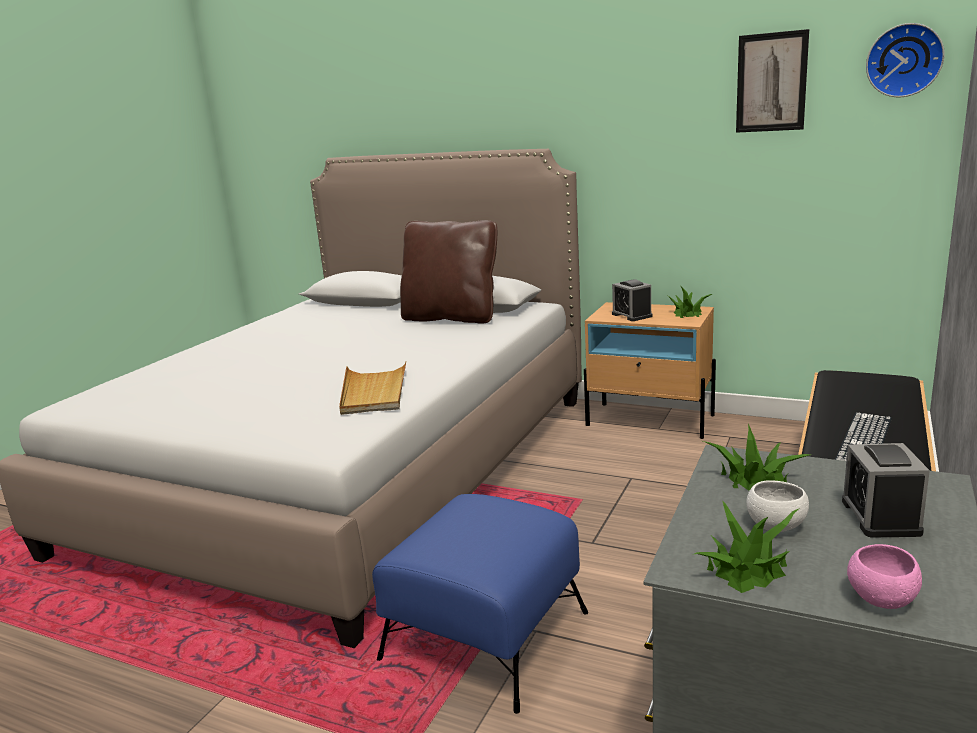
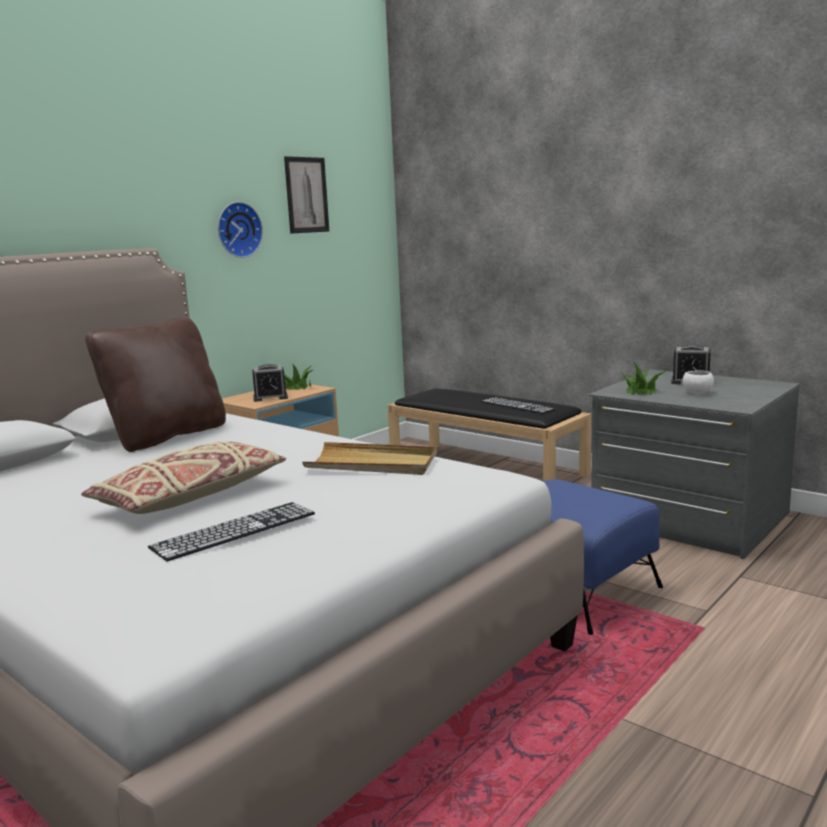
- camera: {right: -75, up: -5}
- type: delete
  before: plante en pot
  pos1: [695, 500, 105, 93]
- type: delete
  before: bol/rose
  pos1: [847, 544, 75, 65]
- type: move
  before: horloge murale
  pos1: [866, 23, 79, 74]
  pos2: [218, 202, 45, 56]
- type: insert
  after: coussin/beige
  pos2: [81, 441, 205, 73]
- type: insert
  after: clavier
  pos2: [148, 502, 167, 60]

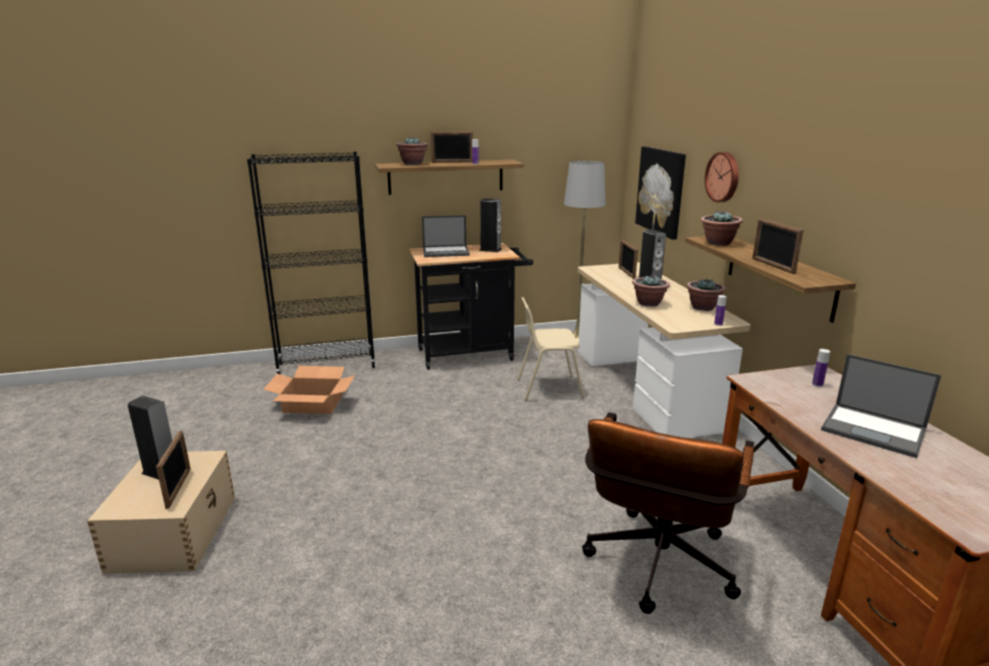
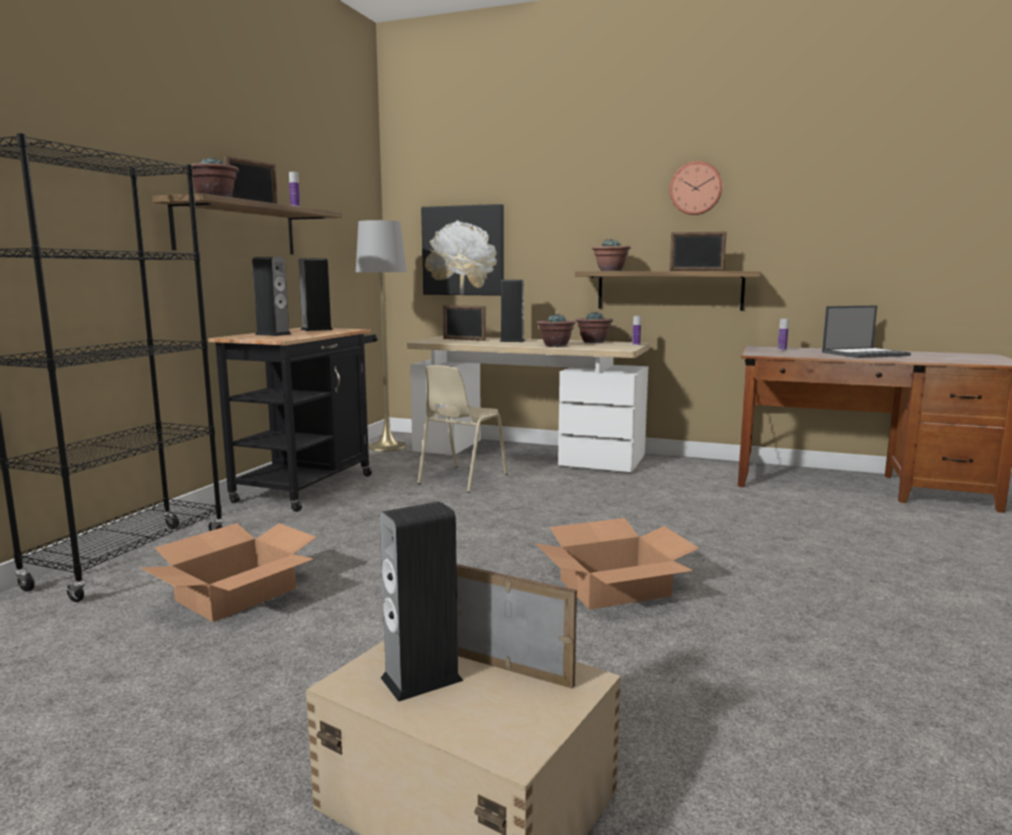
- camera: {right: -55, up: -10}
- type: replace
  before: ordinateur portable
  after: enceinte
  pos1: [422, 215, 48, 42]
  pos2: [252, 257, 40, 79]
- type: delete
  before: chaise de bureau/marron
  pos1: [582, 412, 172, 202]
- type: move
  before: horloge murale
  pos1: [705, 152, 34, 50]
  pos2: [670, 161, 53, 54]
- type: insert
  after: carton
  pos2: [535, 518, 164, 92]

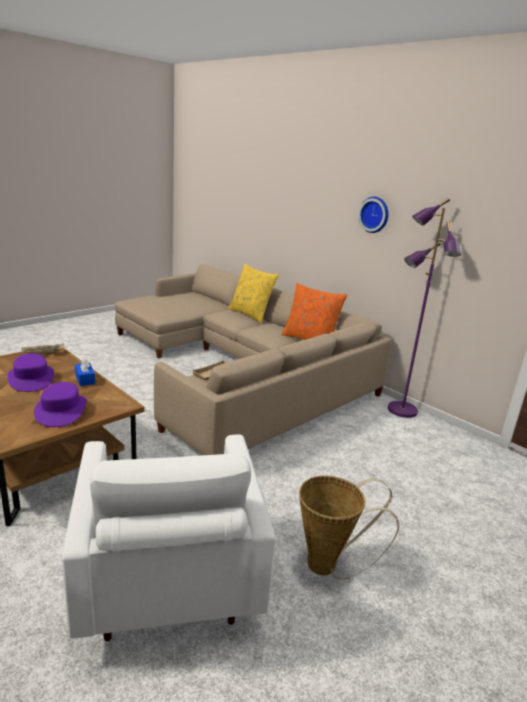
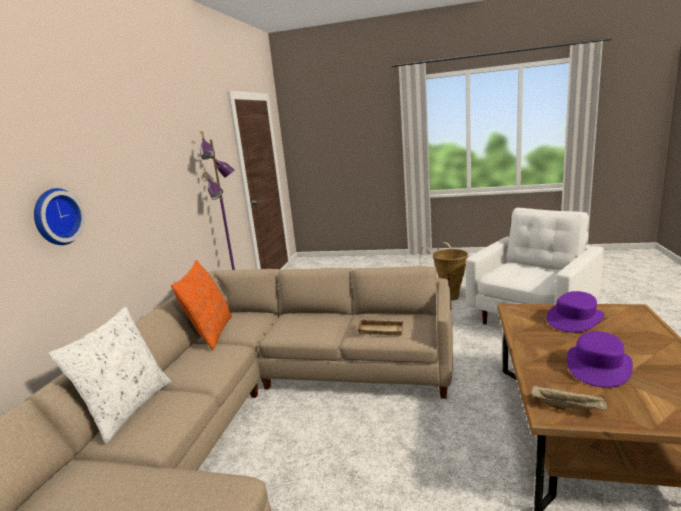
- camera: {right: -120, up: -5}
- type: delete
  before: boîte à mouchoirs/bleu
  pos1: [75, 358, 20, 28]
- type: recolor
  before: coussin/jaune
  after: coussin/blanc
  pos1: [228, 264, 51, 59]
  pos2: [48, 306, 123, 137]
- type: move
  before: horloge murale
  pos1: [358, 197, 31, 36]
  pos2: [34, 188, 51, 57]

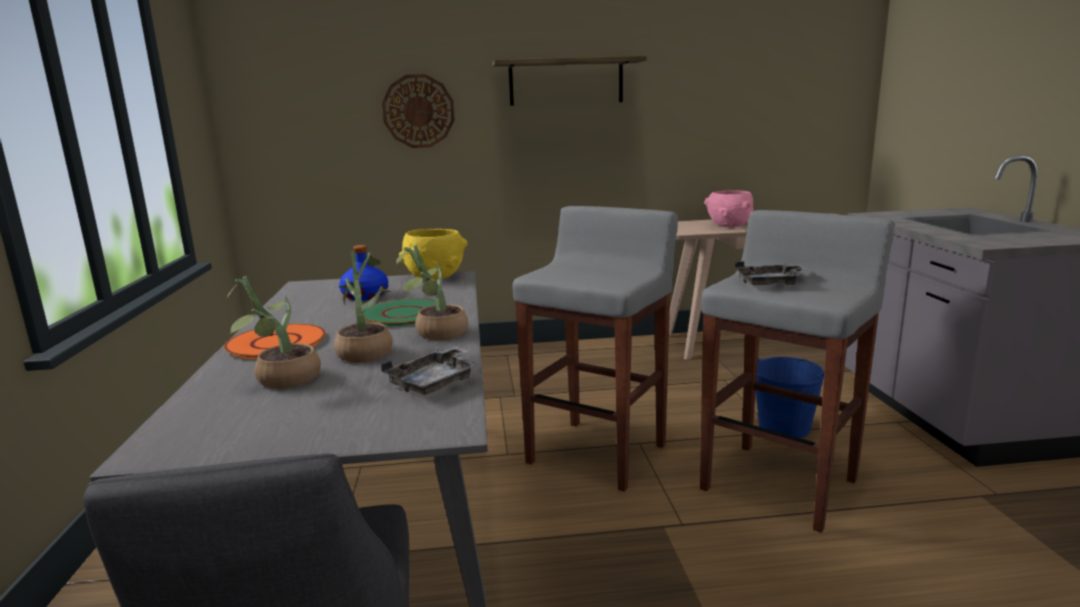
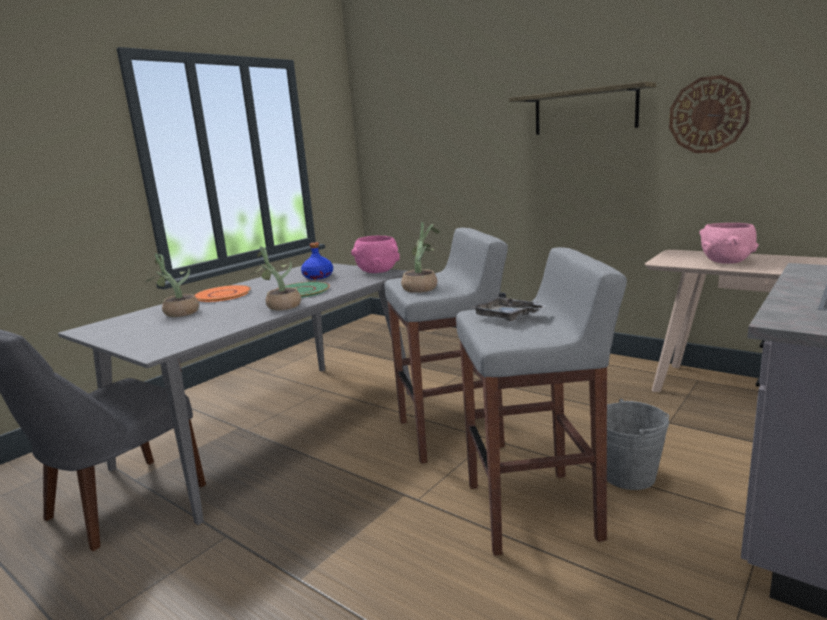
- camera: {right: 45, up: 0}
- type: move
  before: plante en pot
  pos1: [334, 251, 59, 112]
  pos2: [401, 222, 39, 71]
- type: delete
  before: plateau/gris
  pos1: [381, 346, 99, 49]
- type: move
  before: horloge murale
  pos1: [382, 74, 73, 74]
  pos2: [669, 75, 82, 78]
- type: recolor
  before: bol/jaune
  after: bol/rose
  pos1: [399, 229, 69, 51]
  pos2: [351, 236, 49, 37]
- type: recolor
  before: seau/bleu
  after: seau/gris
  pos1: [756, 357, 68, 81]
  pos2: [607, 399, 62, 91]

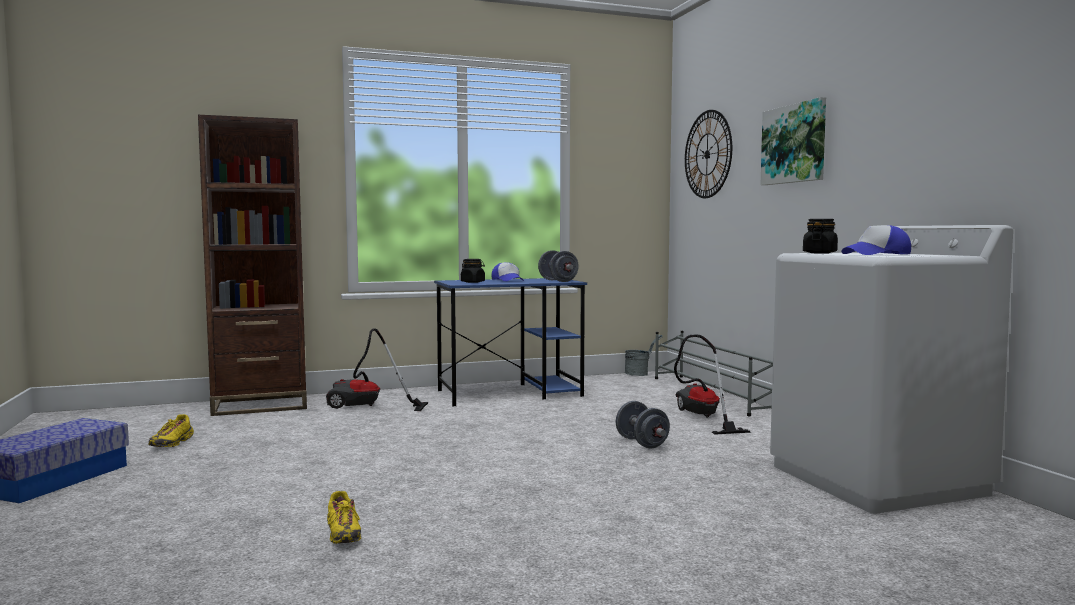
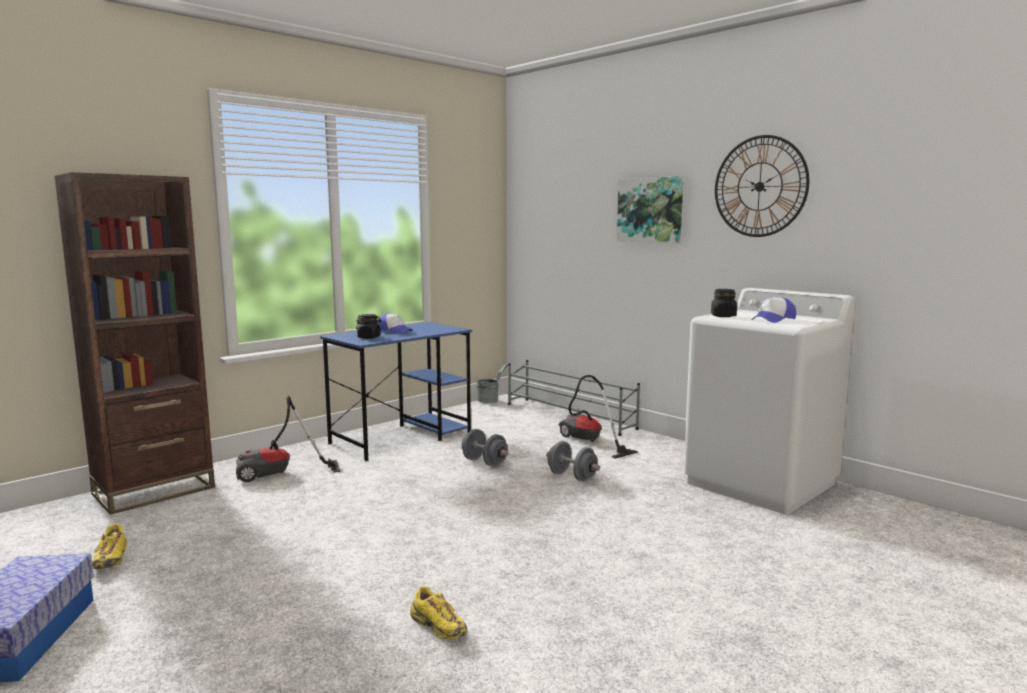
- camera: {right: -25, up: 5}
- type: move
  before: haltère/gris
  pos1: [538, 250, 41, 32]
  pos2: [462, 429, 47, 38]
- type: move
  before: horloge murale
  pos1: [685, 110, 47, 88]
  pos2: [715, 135, 94, 102]

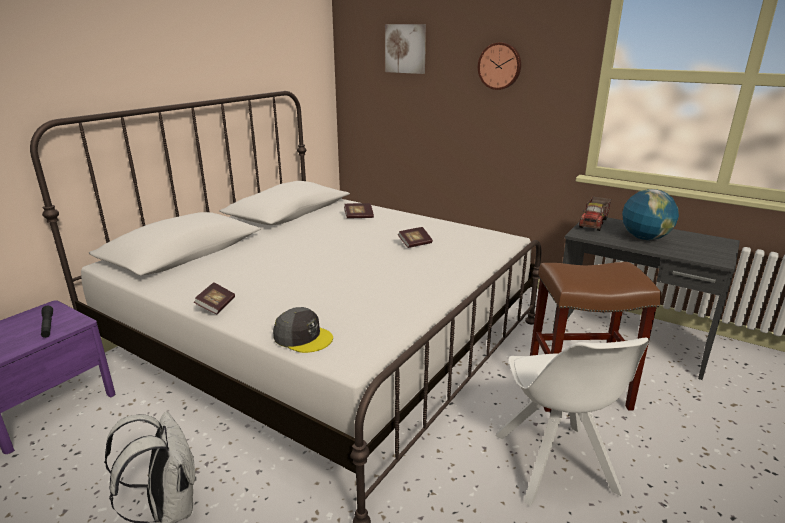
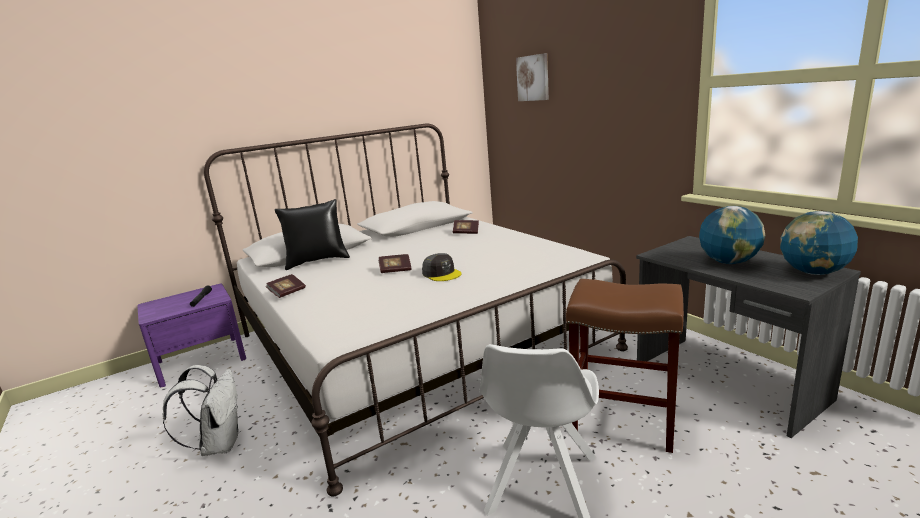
- camera: {right: 25, up: -5}
- type: move
  before: casquette/gris
  pos1: [273, 307, 60, 46]
  pos2: [422, 253, 40, 28]
- type: move
  before: livre
  pos1: [398, 227, 35, 21]
  pos2: [379, 254, 32, 19]
- type: delete
  before: horloge murale
  pos1: [478, 42, 43, 48]
- type: delete
  before: camion jouet
  pos1: [579, 197, 32, 34]
- type: insert
  after: coussin/noir
  pos2: [275, 199, 75, 71]
- type: insert
  after: globe
  pos2: [780, 211, 78, 64]

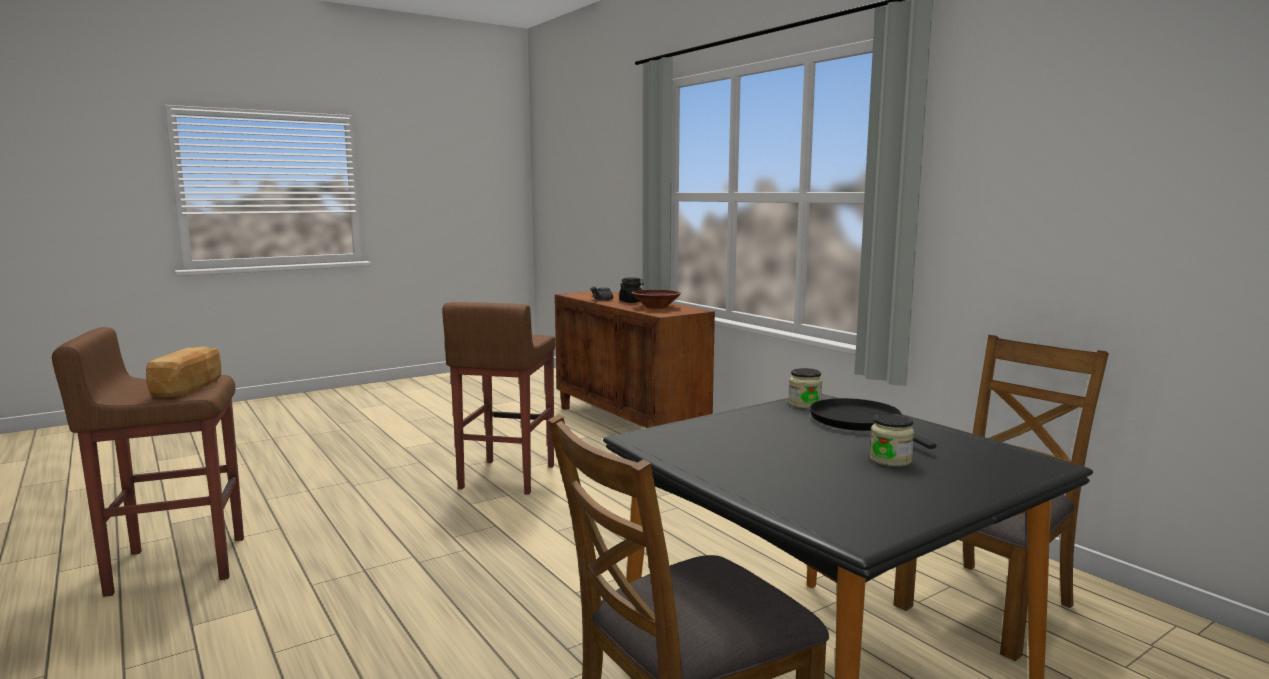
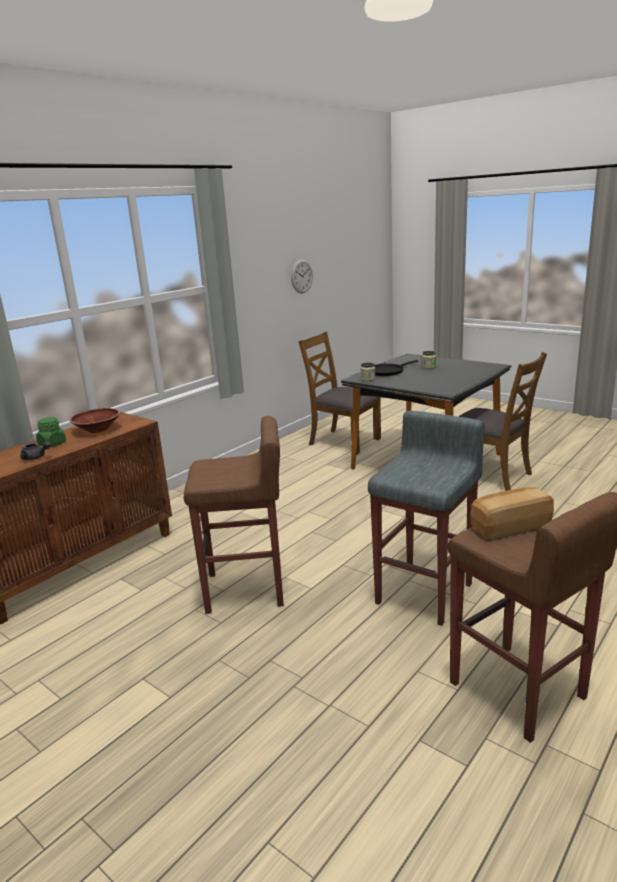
- camera: {right: -105, up: 10}
- type: recolor
  before: bocal/noir
  after: bocal/vert
  pos1: [619, 277, 25, 26]
  pos2: [36, 417, 30, 30]
- type: insert
  after: horloge murale
  pos2: [291, 259, 22, 34]
- type: insert
  after: tabouret/gris
  pos2: [368, 411, 117, 215]

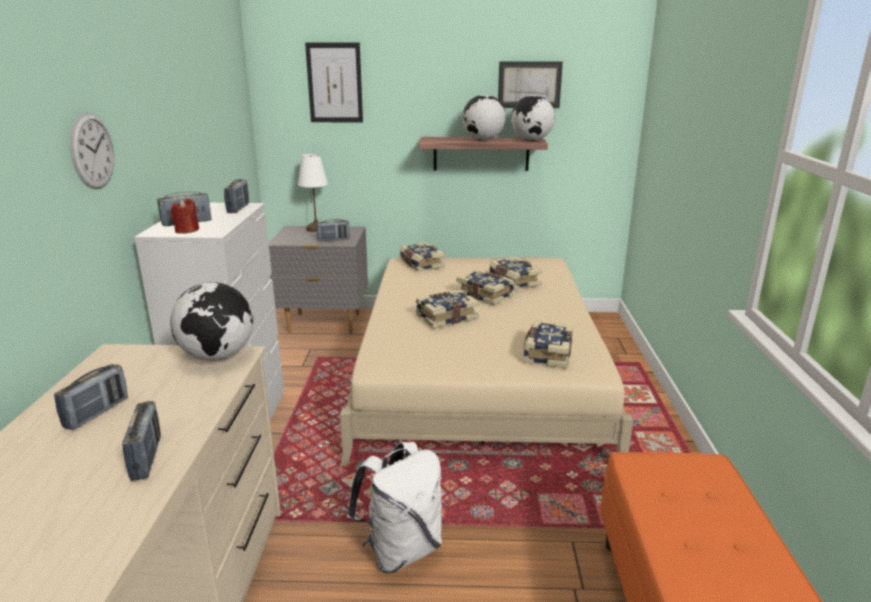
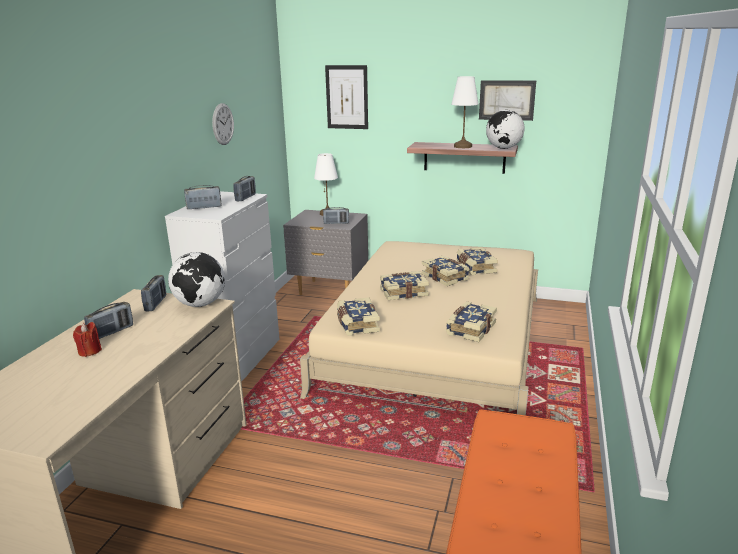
- camera: {right: 15, up: 0}
- type: move
  before: horloge murale
  pos1: [70, 113, 44, 76]
  pos2: [212, 103, 22, 42]
- type: move
  before: radio
  pos1: [122, 401, 39, 80]
  pos2: [141, 275, 25, 36]
- type: move
  before: bougie/rouge
  pos1: [170, 198, 29, 36]
  pos2: [73, 322, 29, 35]
- type: delete
  before: sac à dos/blanc
  pos1: [347, 442, 95, 131]
- type: move
  before: livre
  pos1: [400, 242, 45, 30]
  pos2: [337, 297, 43, 39]
- type: replace
  before: globe
  after: lampe de table/blanc
  pos1: [462, 95, 44, 45]
  pos2: [451, 76, 28, 72]

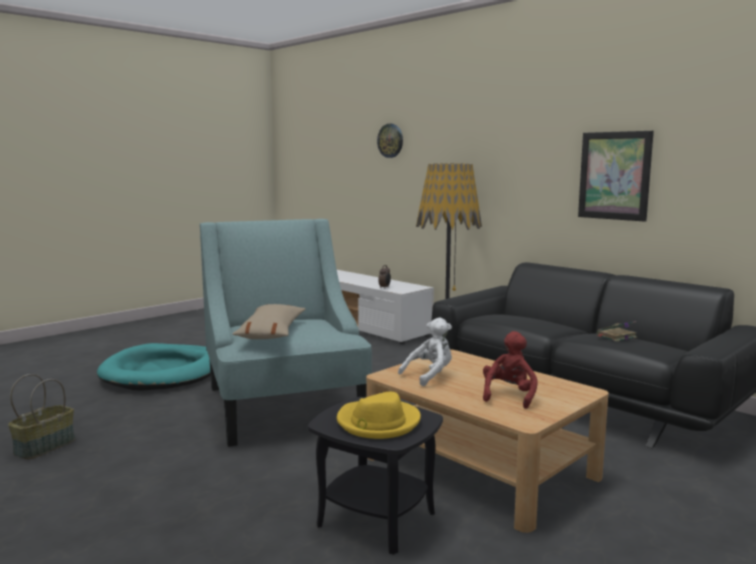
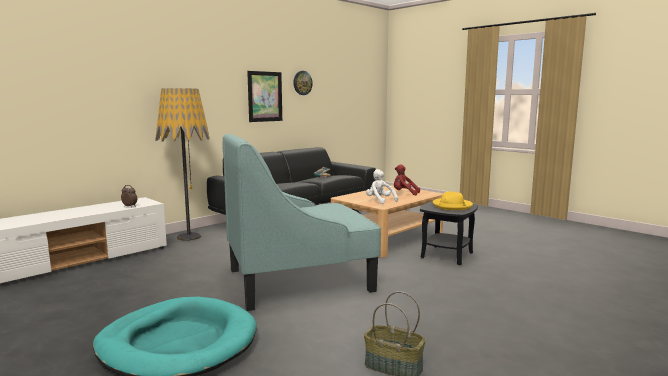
- camera: {right: -90, up: 0}
- type: delete
  before: coussin/beige
  pos1: [233, 304, 72, 35]
- type: move
  before: horloge murale
  pos1: [377, 124, 26, 34]
  pos2: [293, 71, 20, 24]

